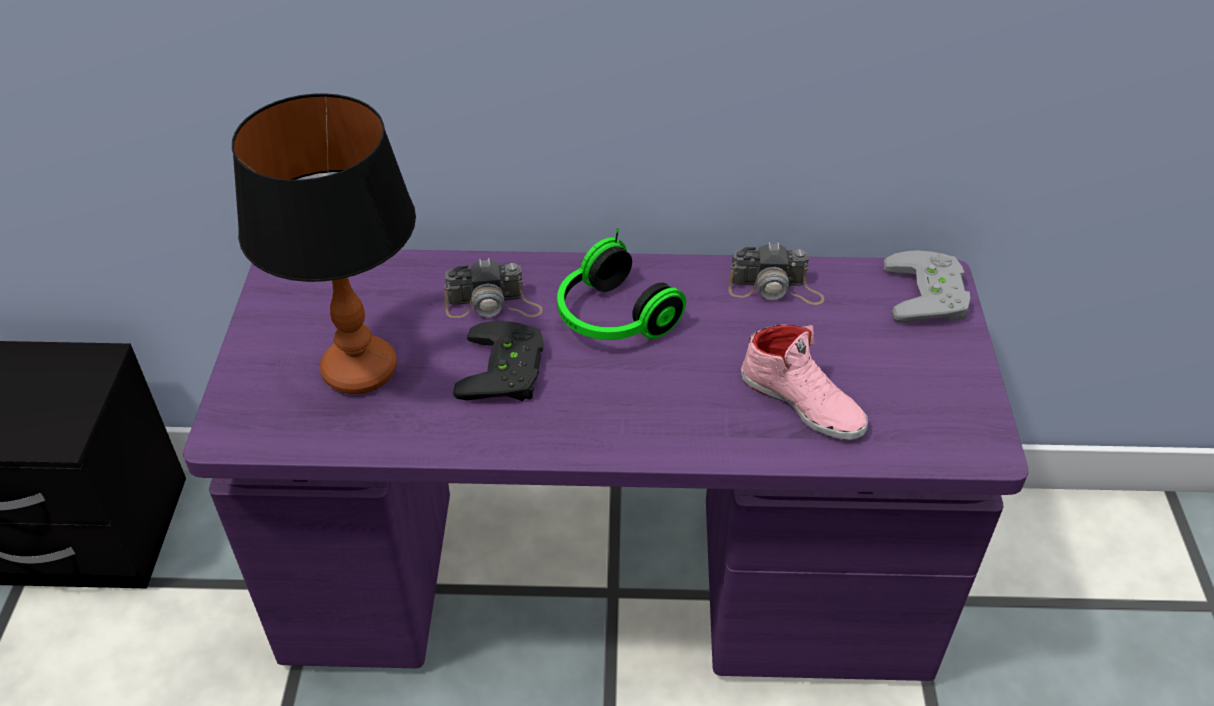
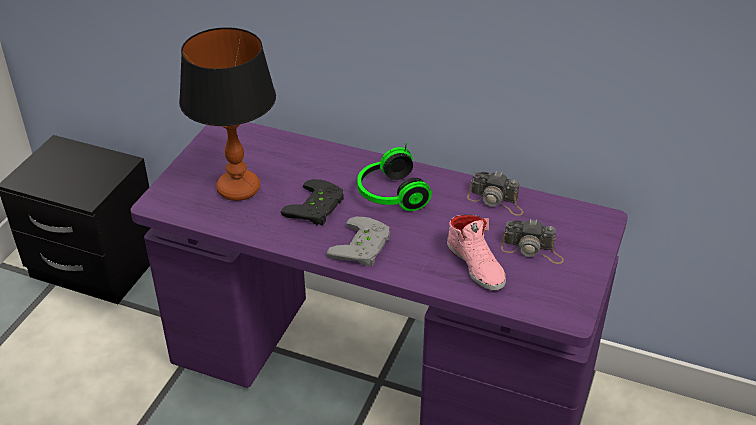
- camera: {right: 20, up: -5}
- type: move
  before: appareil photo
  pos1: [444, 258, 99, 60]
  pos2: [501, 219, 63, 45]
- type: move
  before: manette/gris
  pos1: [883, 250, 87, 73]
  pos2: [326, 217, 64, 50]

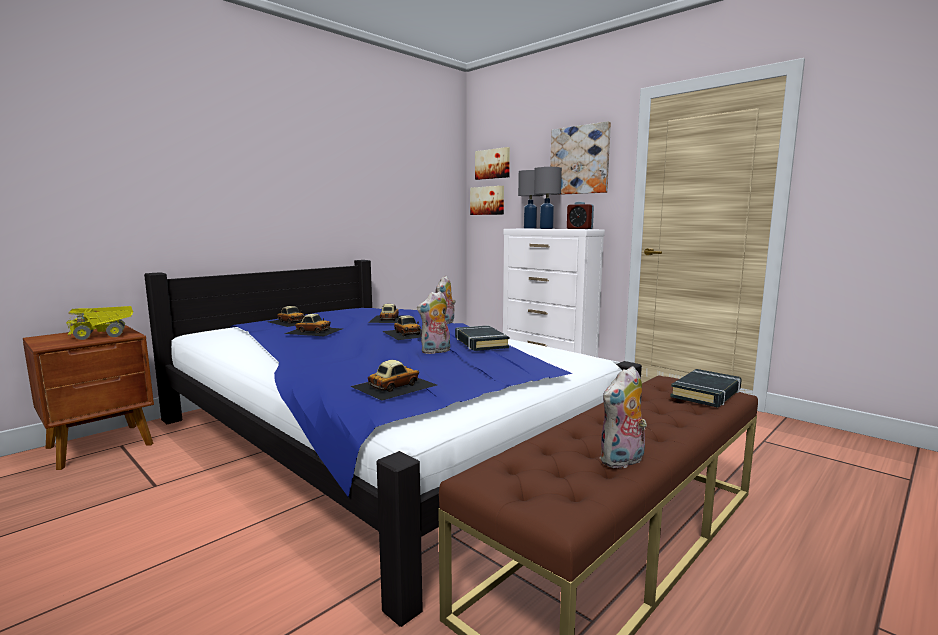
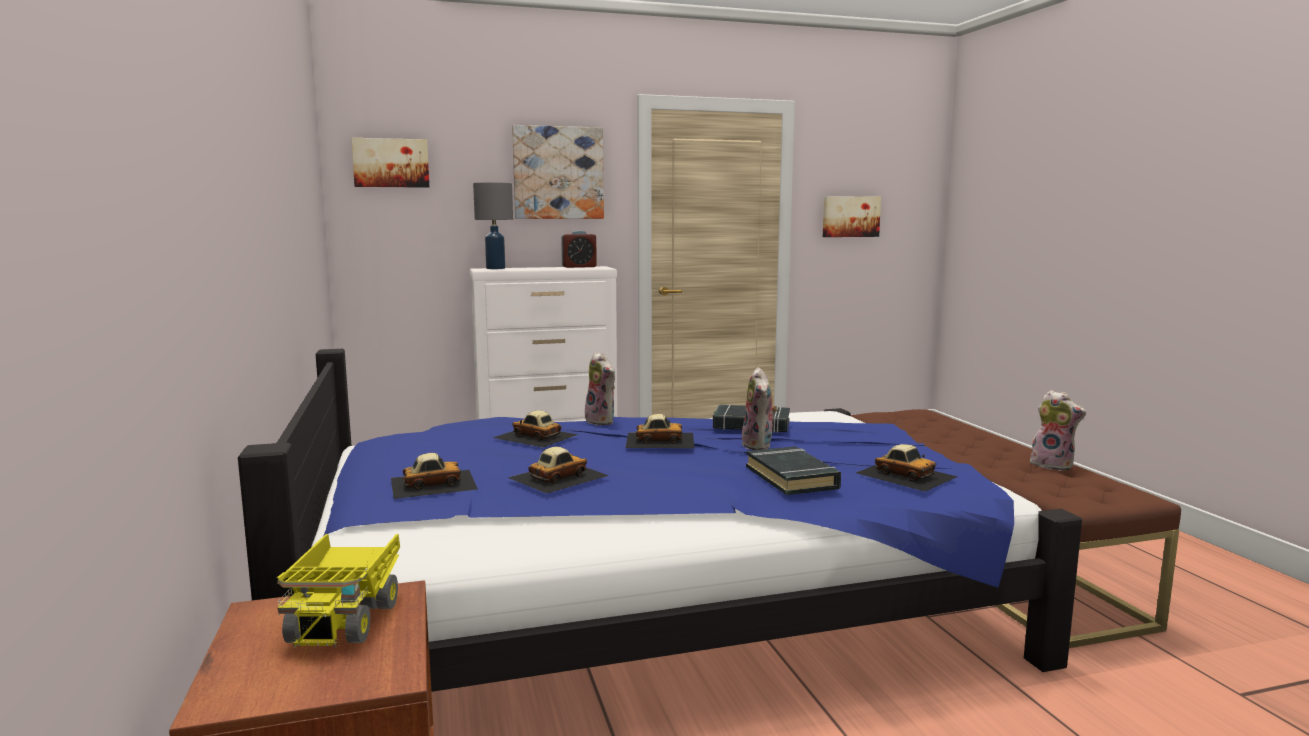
- camera: {right: -60, up: 0}
- type: rotate
  before: petite voiture
  pos1: [350, 360, 87, 41]
  pos2: [856, 444, 101, 47]
  turn: 150
- type: move
  before: tableau
  pos1: [470, 186, 34, 29]
  pos2: [823, 196, 58, 41]
- type: delete
  before: lampe de table/gris
  pos1: [534, 167, 28, 62]
- type: rotate
  before: peluche
  pos1: [599, 366, 48, 102]
  pos2: [1030, 390, 56, 81]
  turn: -45
- type: move
  before: livre/noir
  pos1: [670, 369, 72, 38]
  pos2: [746, 446, 95, 49]

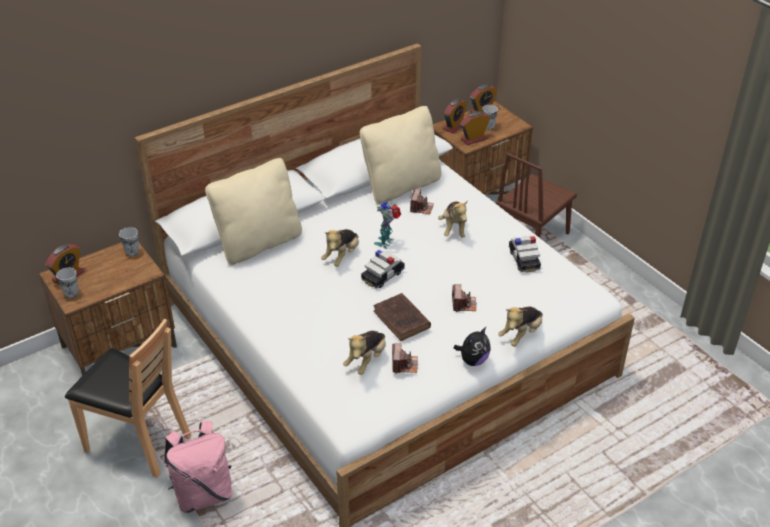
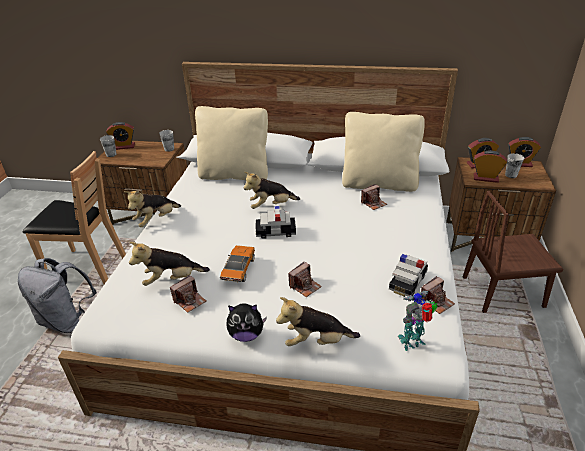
- camera: {right: 45, up: -5}
- type: rotate
  before: chaise/marron
  pos1: [65, 319, 126, 159]
  pos2: [23, 151, 103, 133]
  turn: -60
- type: recolor
  before: sac à dos/rose
  after: sac à dos/gris
  pos1: [164, 421, 68, 92]
  pos2: [18, 258, 79, 75]
- type: replace
  before: livre/marron
  after: petite voiture
  pos1: [373, 293, 58, 48]
  pos2: [220, 245, 35, 37]
- type: move
  before: robot jouet
  pos1: [374, 200, 27, 49]
  pos2: [398, 291, 40, 60]
- type: move
  before: peluche
  pos1: [438, 200, 30, 38]
  pos2: [124, 190, 57, 37]
- type: insert
  after: appareil photo
  pos2: [420, 276, 35, 38]

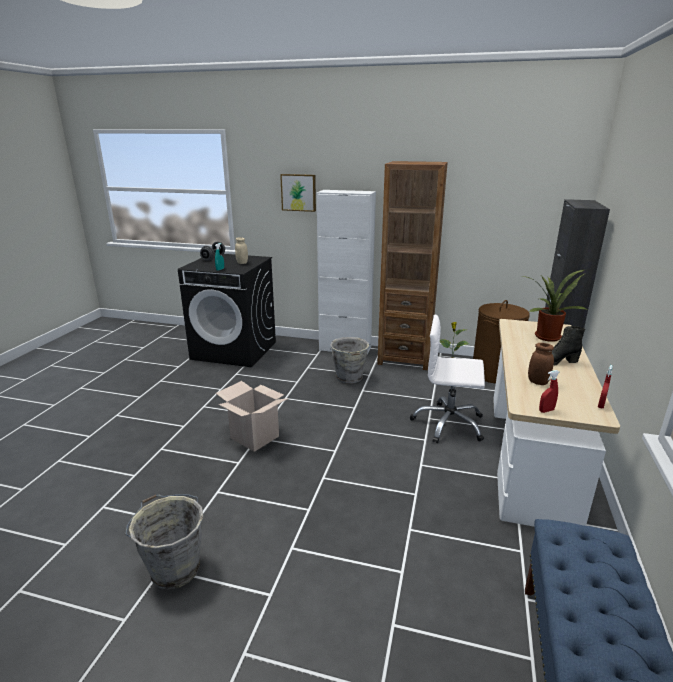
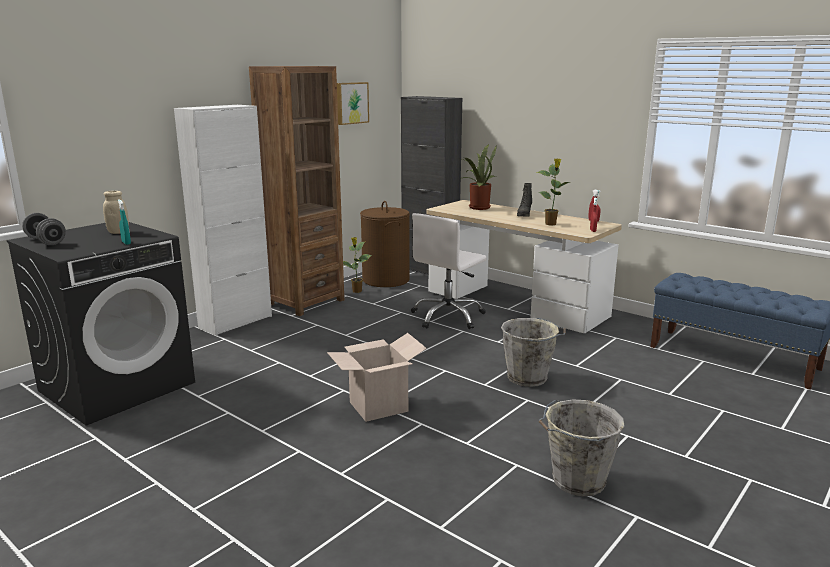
- camera: {right: -65, up: -5}
- type: move
  before: tableau
  pos1: [280, 174, 36, 38]
  pos2: [337, 82, 32, 43]
- type: move
  before: seau/gris
  pos1: [330, 337, 41, 47]
  pos2: [501, 318, 65, 69]
- type: replace
  before: bocal/marron
  after: plante en pot
  pos1: [528, 343, 26, 42]
  pos2: [536, 159, 33, 66]

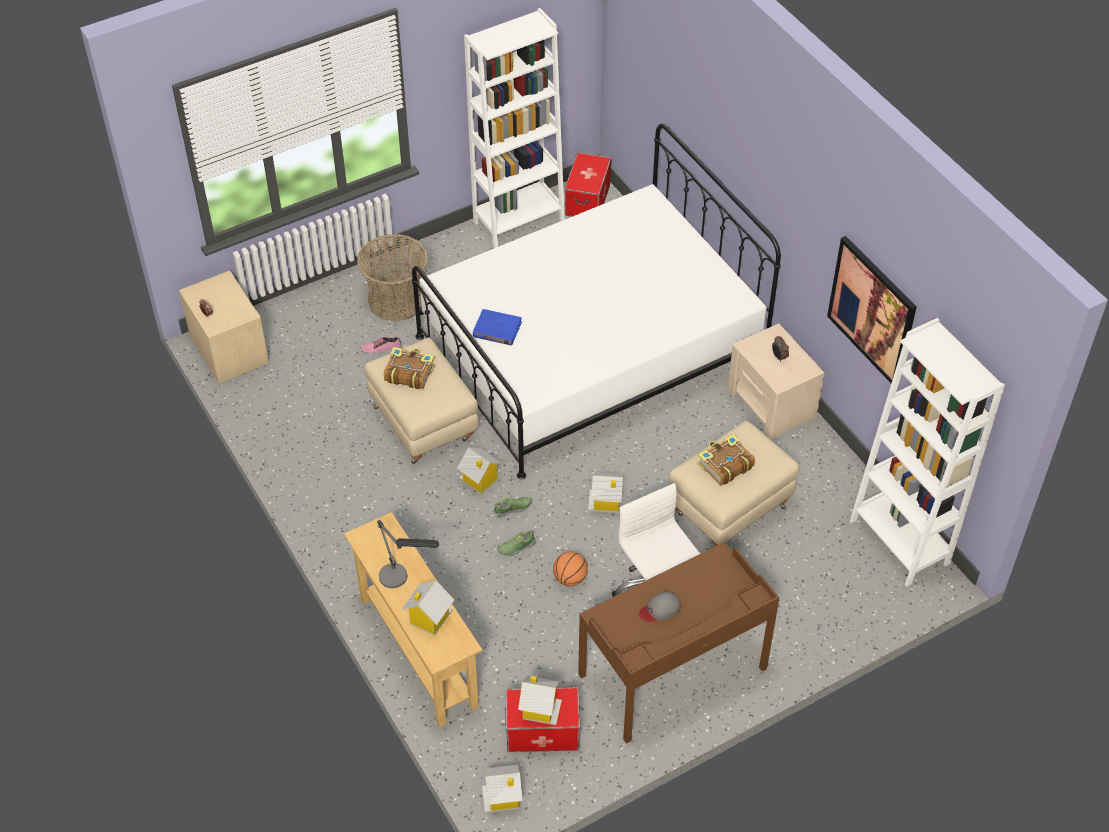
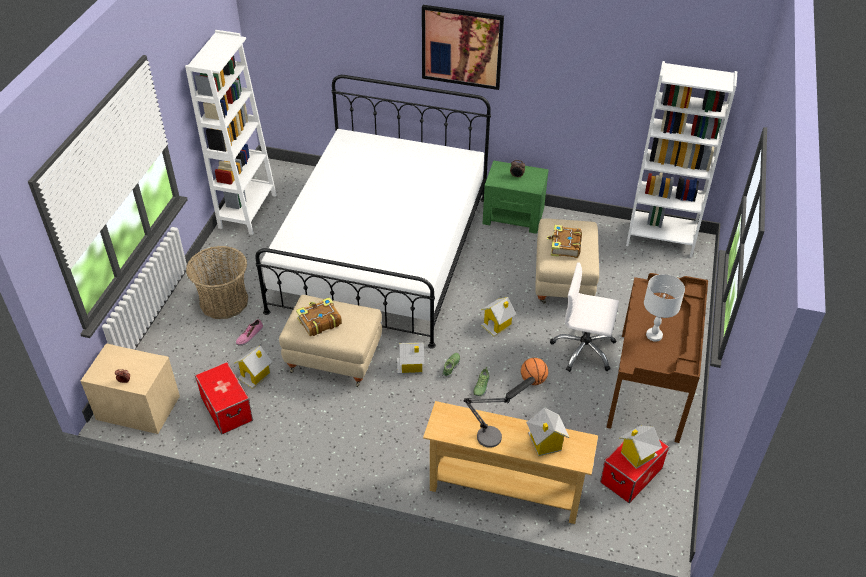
- camera: {right: -45, up: -5}
- type: delete
  before: livre/bleu
  pos1: [473, 309, 49, 36]
- type: move
  before: maison miniature
  pos1: [482, 765, 41, 48]
  pos2: [234, 346, 38, 43]
- type: move
  before: boîte de rangement
  pos1: [564, 152, 47, 65]
  pos2: [195, 362, 58, 73]
- type: replace
  before: casquette/gris
  after: lampe de table/blanc
  pos1: [639, 591, 42, 31]
  pos2: [644, 274, 41, 68]
- type: recolor
  before: table de chevet/beige
  after: table de chevet/vert
  pos1: [727, 323, 98, 117]
  pos2: [482, 160, 67, 74]
- type: move
  before: tableau
  pos1: [827, 236, 90, 147]
  pos2: [422, 5, 82, 85]

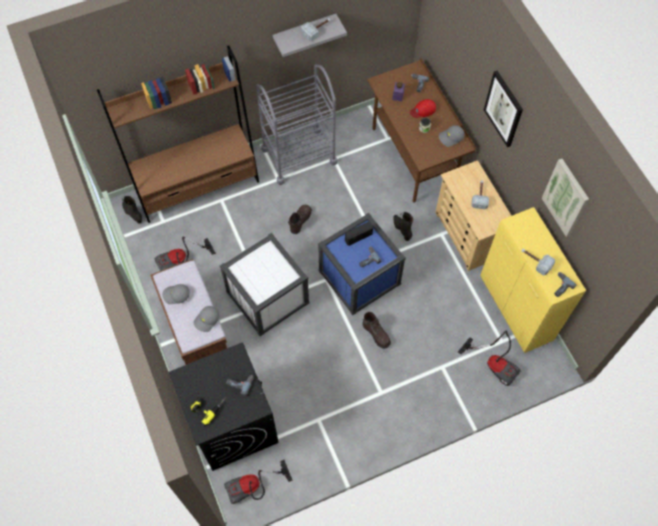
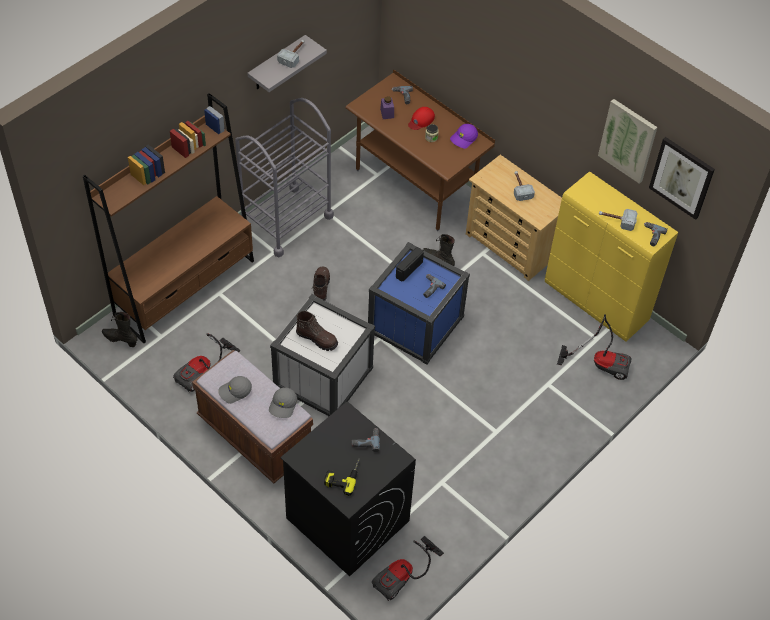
- camera: {right: -25, up: -10}
- type: move
  before: botte/marron
  pos1: [362, 312, 29, 37]
  pos2: [296, 311, 42, 40]
- type: recolor
  before: casquette/gris
  after: casquette/violet
  pos1: [439, 125, 26, 22]
  pos2: [450, 124, 28, 25]
- type: move
  before: tableau
  pos1: [484, 71, 39, 76]
  pos2: [649, 137, 66, 83]

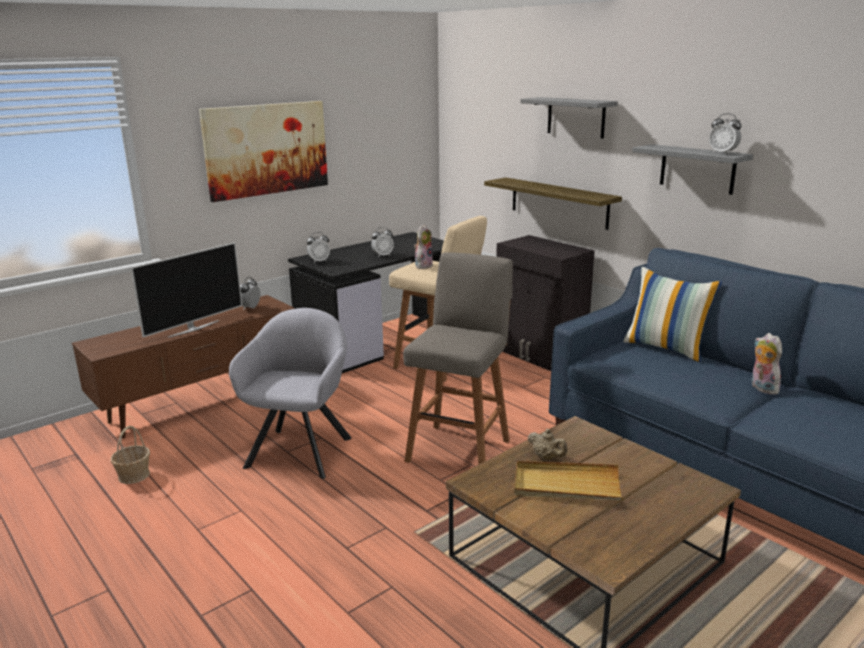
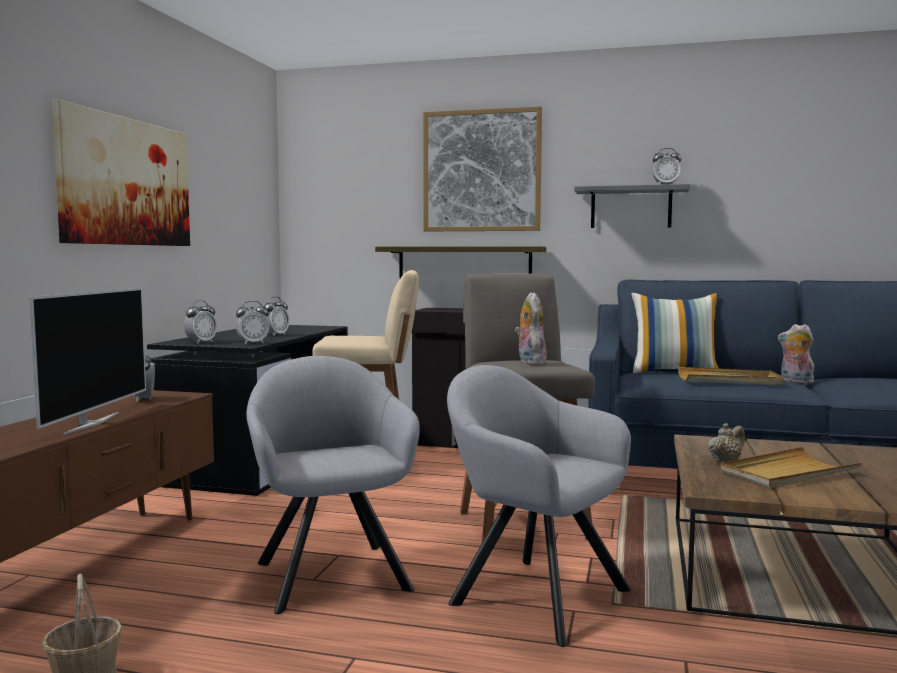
- camera: {right: -35, up: -15}
- type: move
  before: peluche
  pos1: [414, 225, 19, 44]
  pos2: [515, 292, 32, 73]
- type: replace
  before: étagère/gris
  after: tableau
  pos1: [520, 97, 98, 41]
  pos2: [423, 106, 119, 125]
- type: rotate
  before: théière/beige
  pos1: [528, 429, 39, 31]
  pos2: [708, 423, 37, 40]
  turn: -45
- type: insert
  after: réveil
  pos2: [236, 301, 33, 43]
- type: insert
  after: fauteuil/gris
  pos2: [447, 365, 184, 282]
- type: insert
  after: plateau/beige
  pos2: [678, 367, 106, 18]

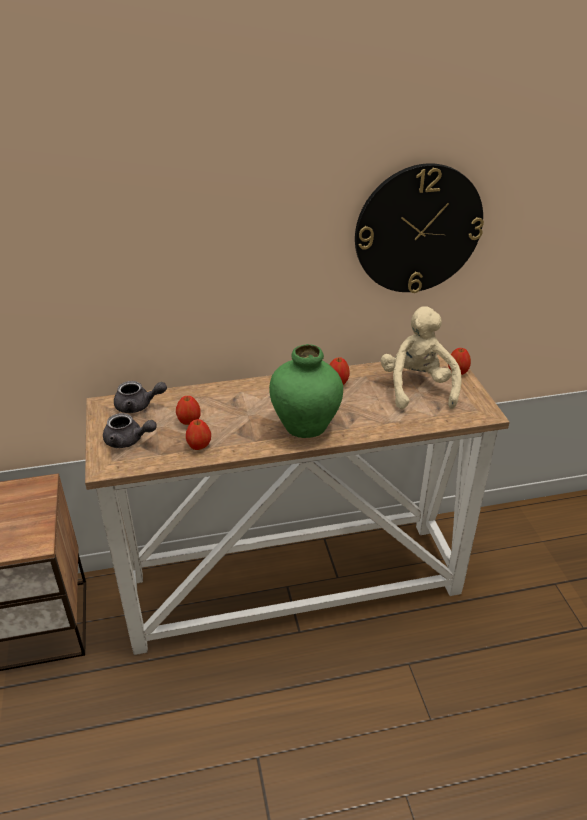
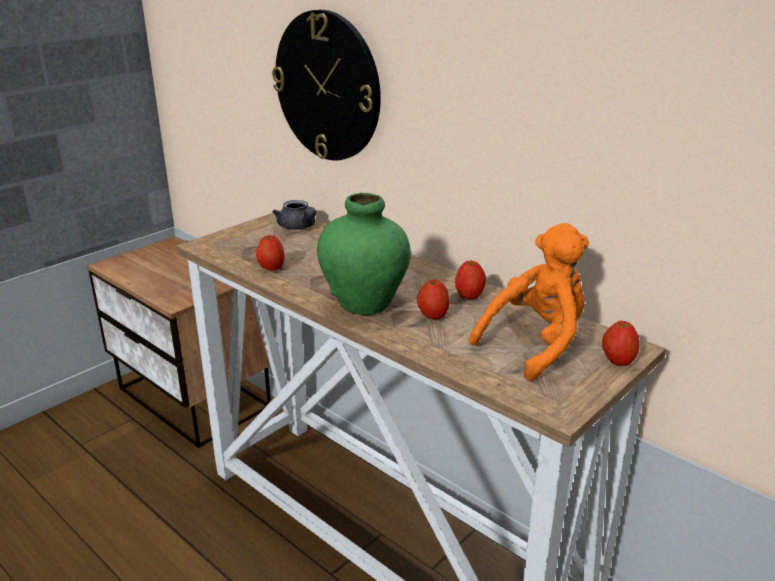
- camera: {right: 55, up: -10}
- type: delete
  before: théière/gris
  pos1: [103, 413, 54, 35]
- type: move
  before: pomme
  pos1: [176, 396, 24, 29]
  pos2: [417, 280, 33, 40]
- type: move
  before: horloge murale
  pos1: [355, 163, 129, 130]
  pos2: [272, 10, 109, 150]
- type: recolor
  before: peluche/beige
  after: peluche/orange
  pos1: [381, 306, 80, 103]
  pos2: [469, 223, 120, 158]

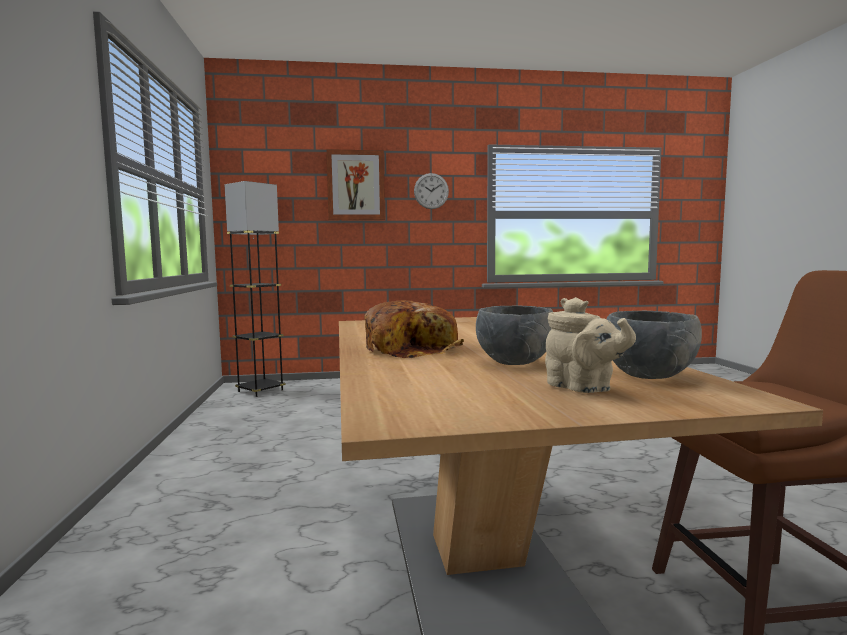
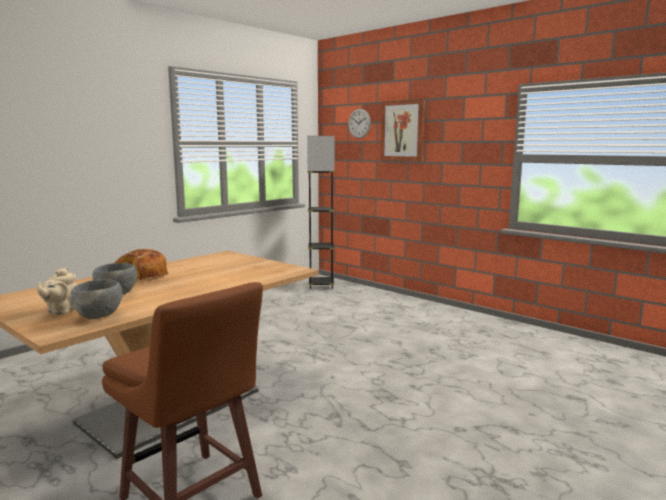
- camera: {right: 50, up: 5}
- type: move
  before: horloge murale
  pos1: [414, 173, 35, 36]
  pos2: [348, 109, 23, 29]

